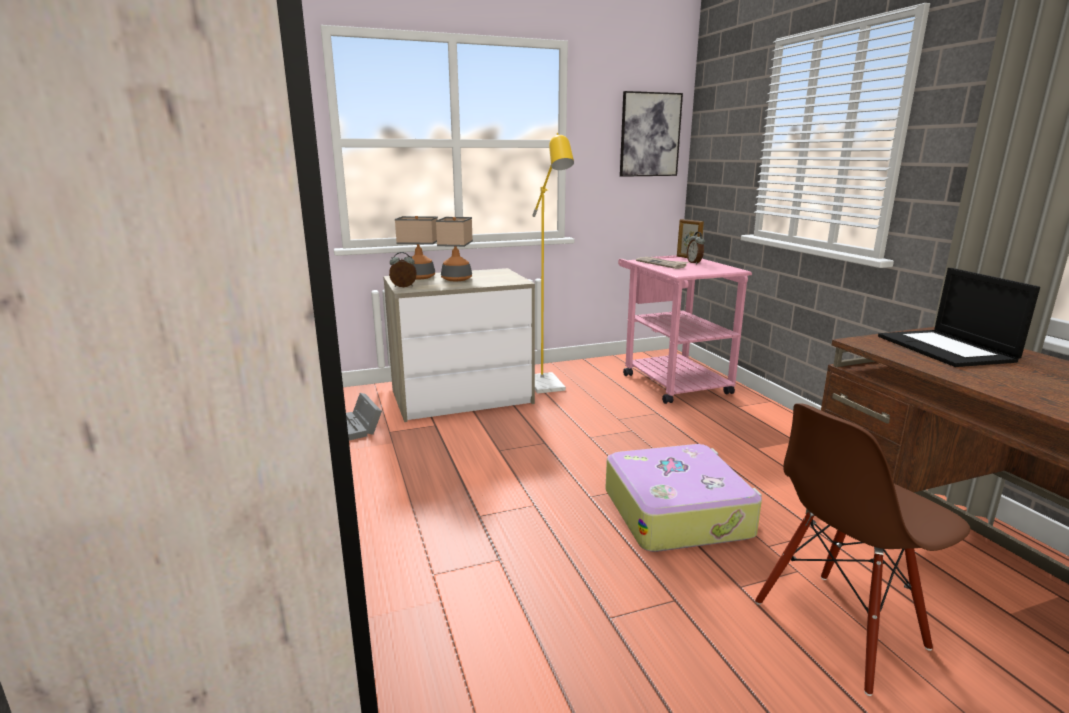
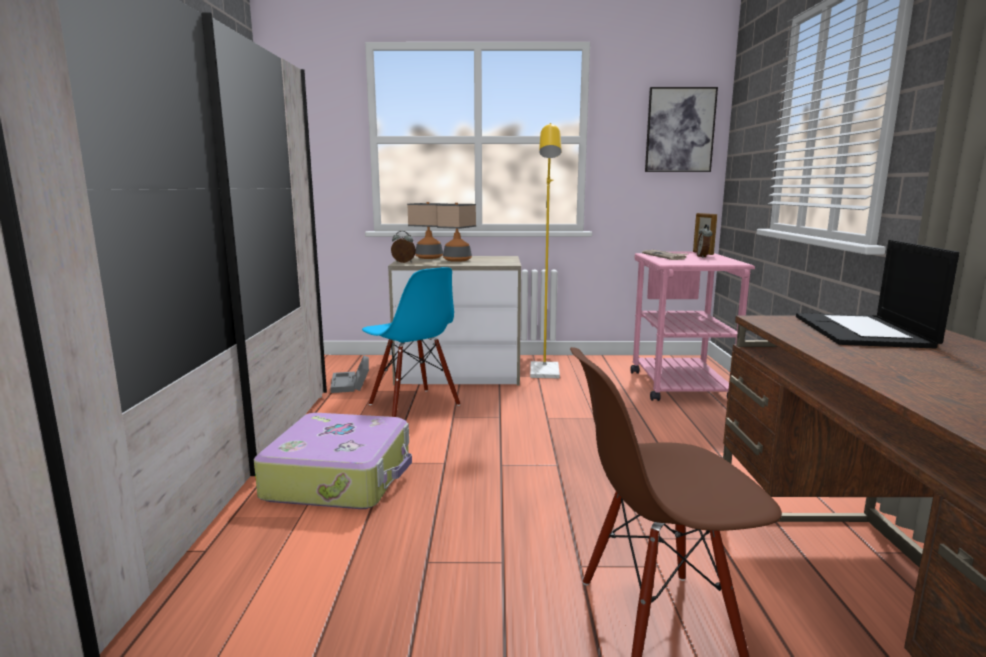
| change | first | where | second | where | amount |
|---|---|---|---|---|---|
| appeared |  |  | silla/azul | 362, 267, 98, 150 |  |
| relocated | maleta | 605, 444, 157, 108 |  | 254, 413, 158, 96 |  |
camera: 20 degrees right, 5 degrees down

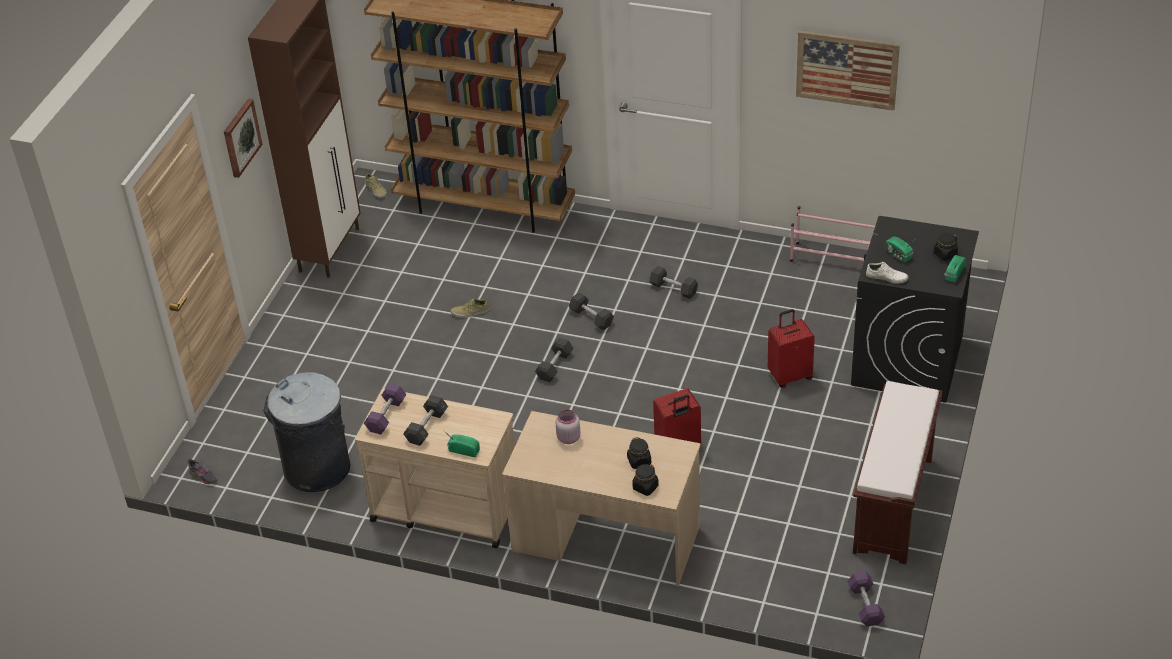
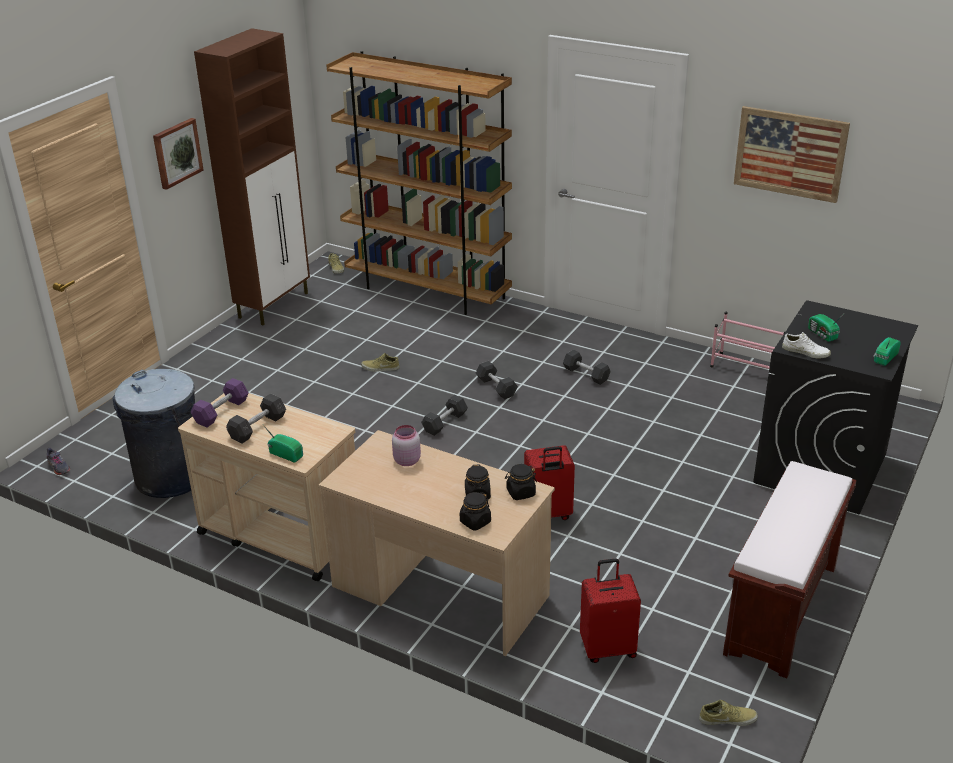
| change | first | where | second | where | amount |
|---|---|---|---|---|---|
| relocated | maleta/rojo | 768, 309, 47, 79 |  | 580, 558, 61, 105 |  |
| relocated | tarro/negro | 933, 232, 25, 29 |  | 505, 464, 32, 36 |  |
| exchanged | mancuerna/morado | 847, 571, 38, 56 | zapato/beis | 699, 700, 59, 26 |  |
camera: 10 degrees right, 10 degrees down

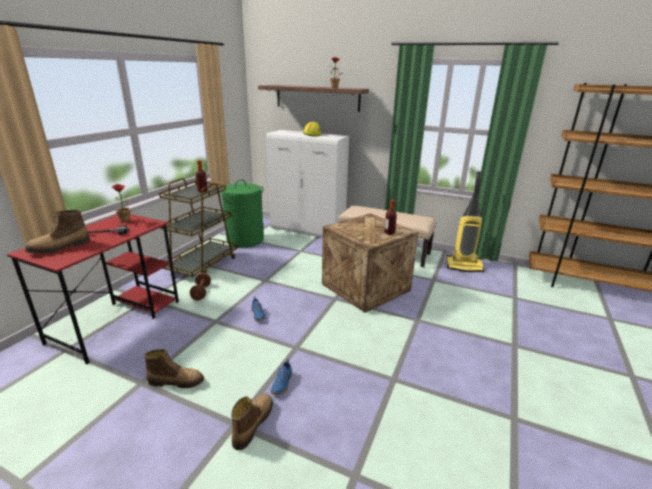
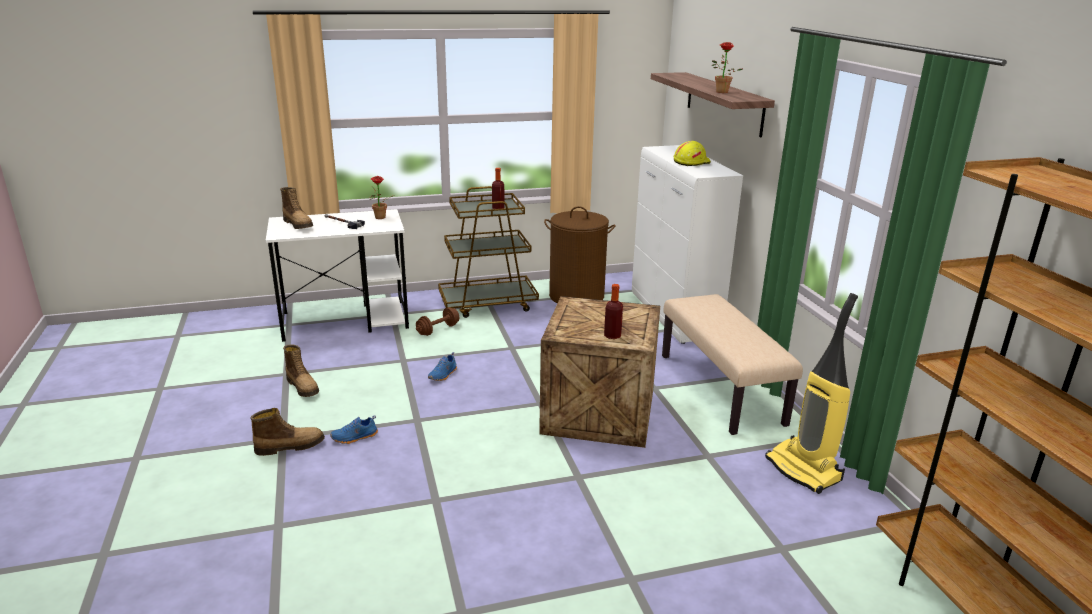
| change | first | where | second | where | amount |
|---|---|---|---|---|---|
| colour | escritorio/rojo | 7, 214, 172, 150 | escritorio/blanco | 266, 209, 143, 133 |  |
| colour | cesto de la ropa/verde | 219, 179, 45, 69 | cesto de la ropa/marrón | 544, 206, 72, 97 |  |
| spun | bota | 25, 210, 65, 44 |  | 280, 187, 33, 42 | 135 degrees counterclockwise |
camera: 50 degrees right, 0 degrees up

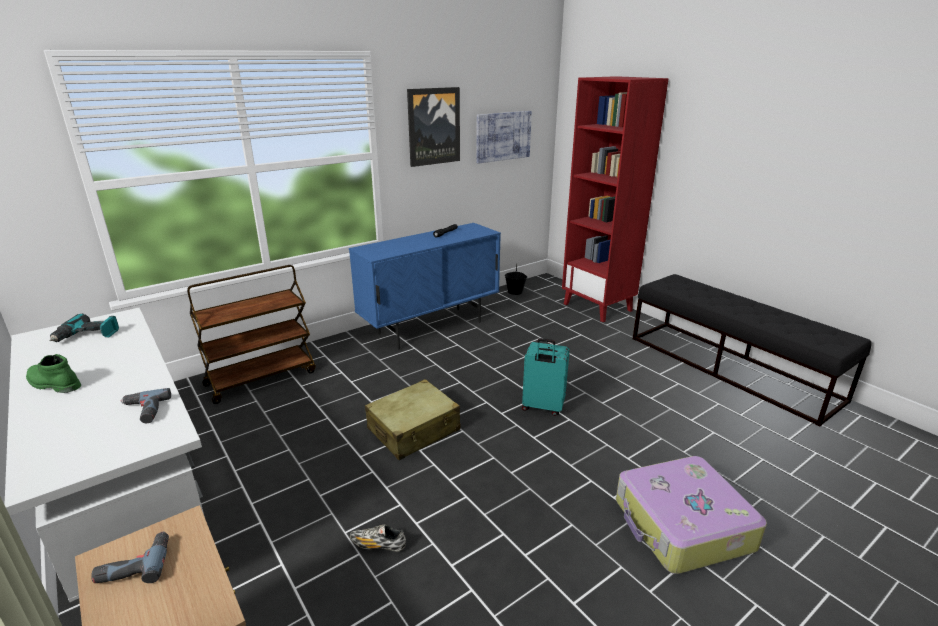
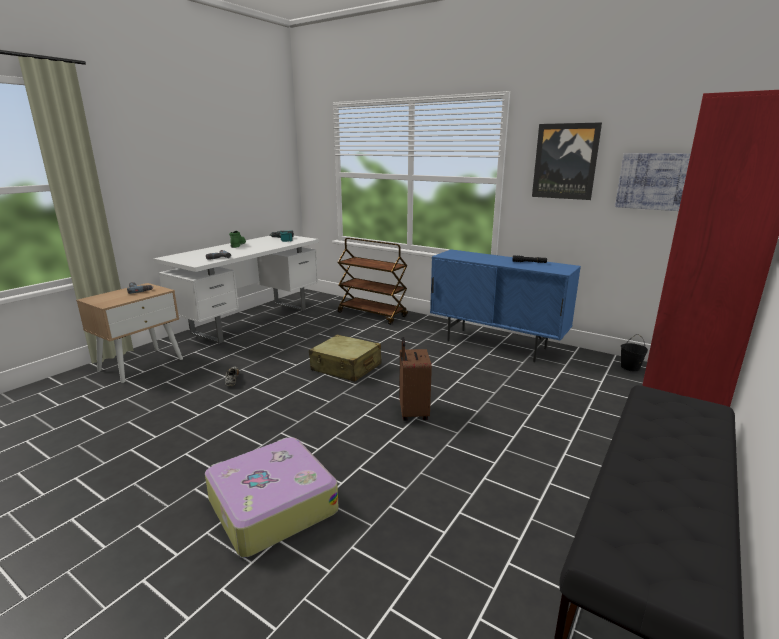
| change | first | where | second | where | amount |
|---|---|---|---|---|---|
| colour | maleta/turquesa | 522, 338, 48, 78 | maleta/marrón | 399, 337, 33, 84 |  |
camera: 70 degrees right, 5 degrees down

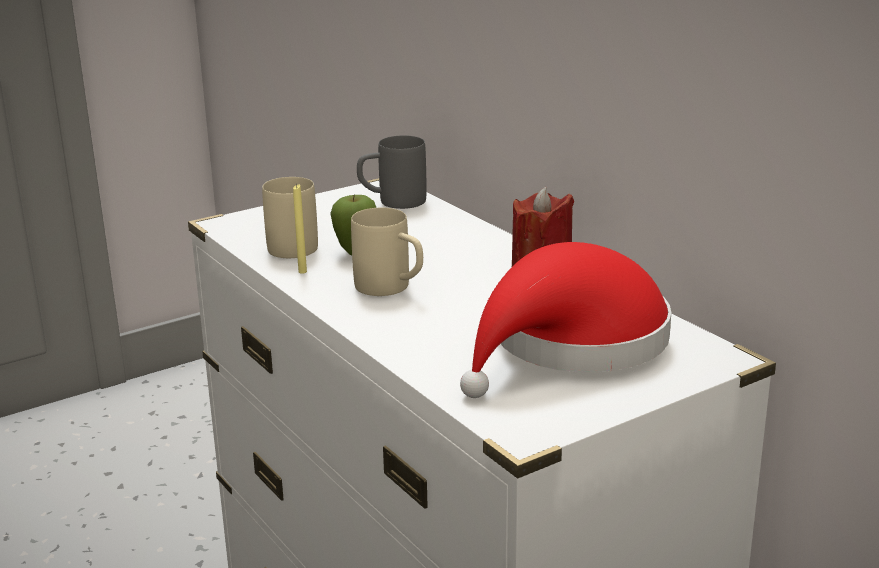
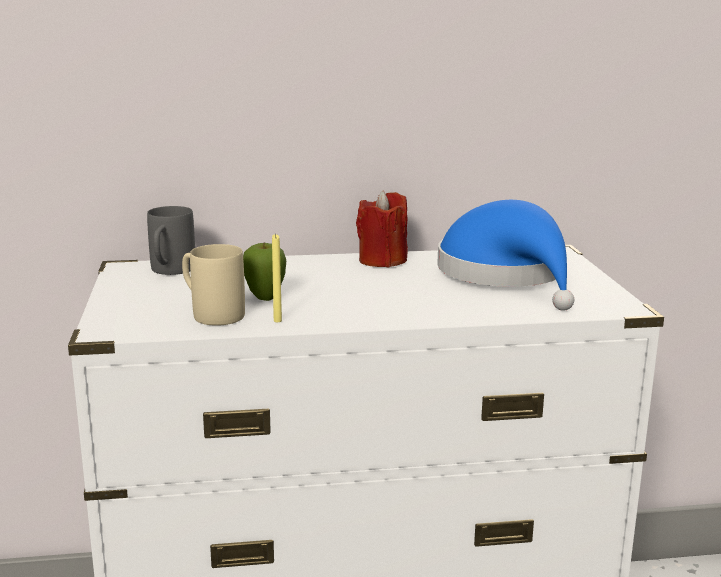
| change | first | where | second | where | amount |
|---|---|---|---|---|---|
| missing | taza grande/beis | 351, 208, 72, 88 |  |  |  |
| colour | sombrero/rojo | 460, 242, 211, 156 | sombrero/azul | 437, 200, 137, 111 |  |
camera: 65 degrees left, 5 degrees down

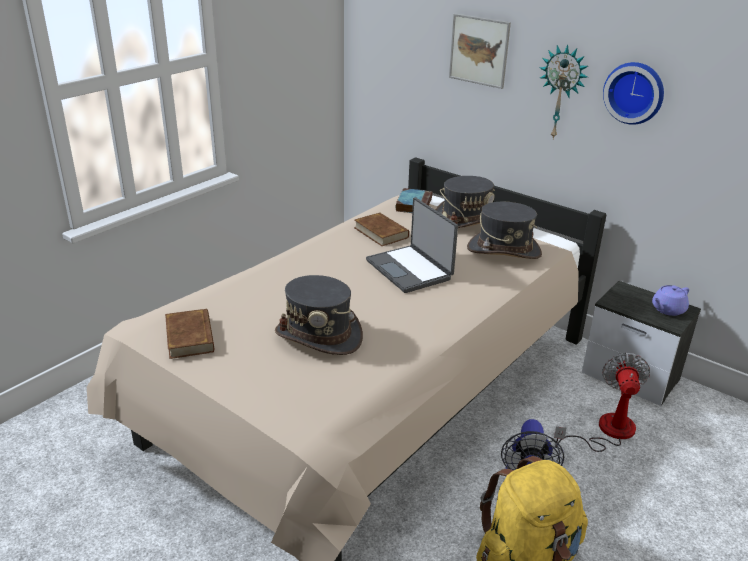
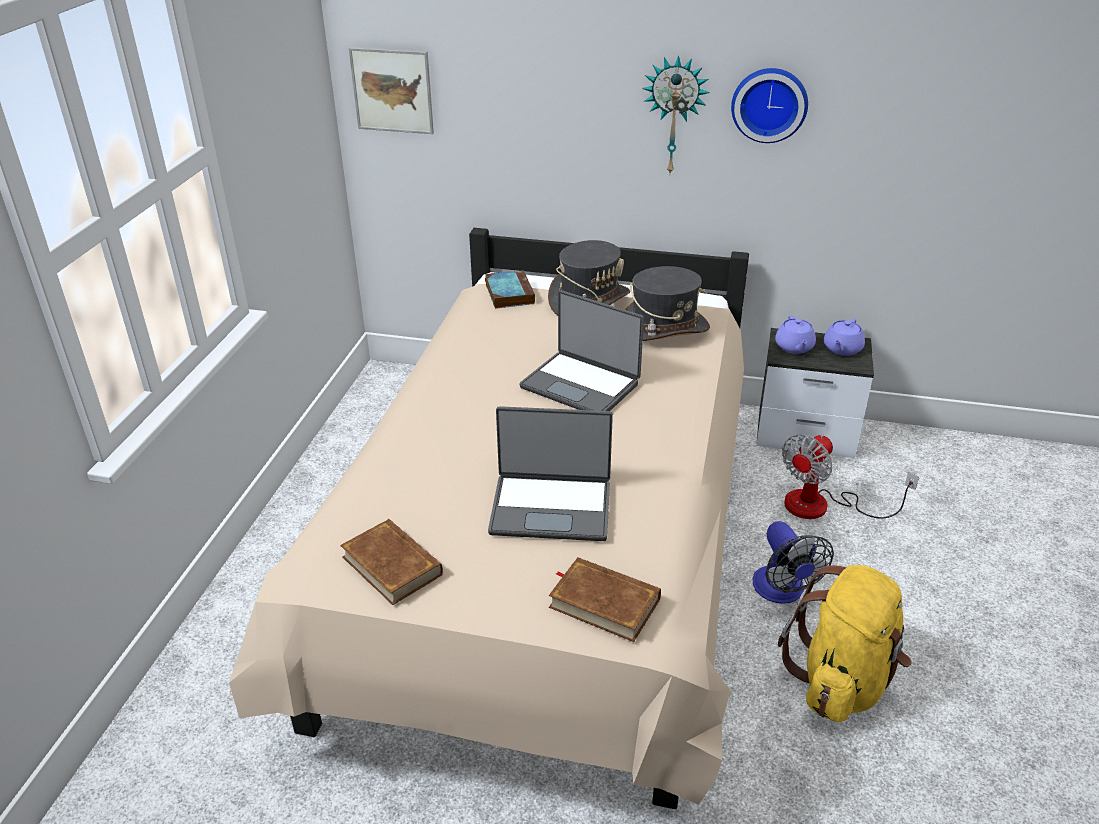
| change | first | where | second | where | amount |
|---|---|---|---|---|---|
| appeared |  |  | tetera/morado | 775, 315, 41, 39 |  |
| relocated | libro/marrón | 354, 212, 55, 34 |  | 549, 557, 112, 85 |  |
| relocated | cuadro | 449, 14, 62, 75 |  | 349, 47, 85, 87 |  |
| exchanged | sombrero/gris | 275, 275, 88, 80 | portátil | 488, 406, 125, 135 |  |
| spun | ventilador | 554, 353, 96, 99 |  | 782, 434, 137, 85 | 120 degrees counterclockwise |
camera: 25 degrees left, 5 degrees up

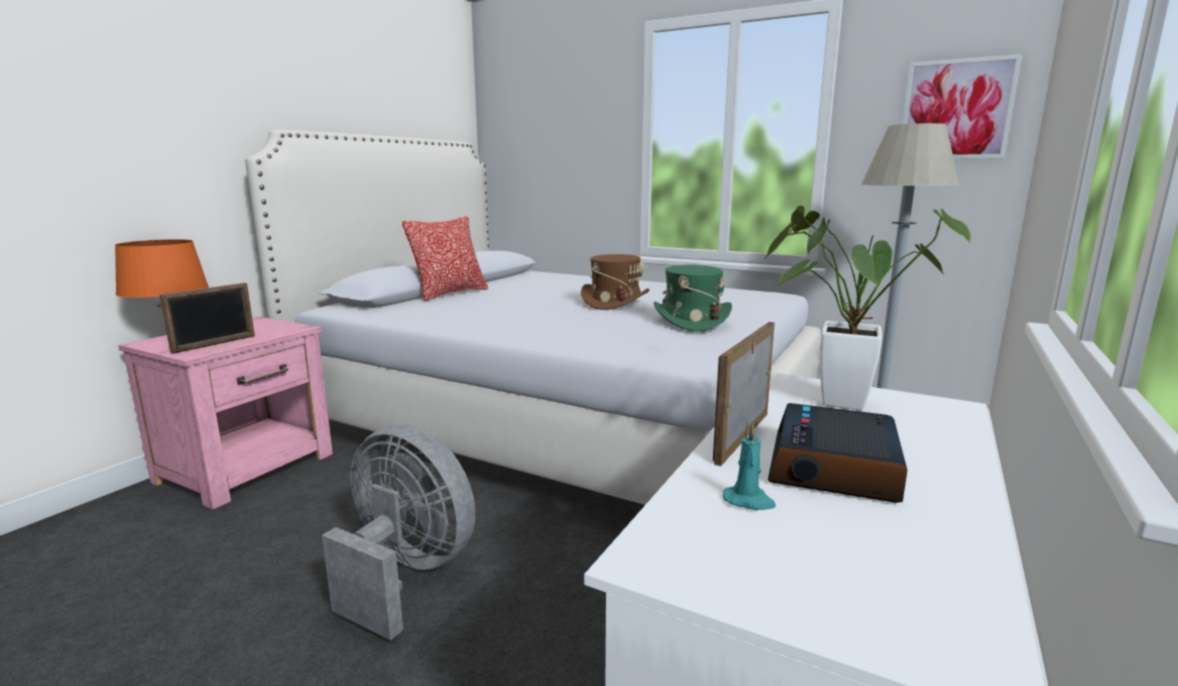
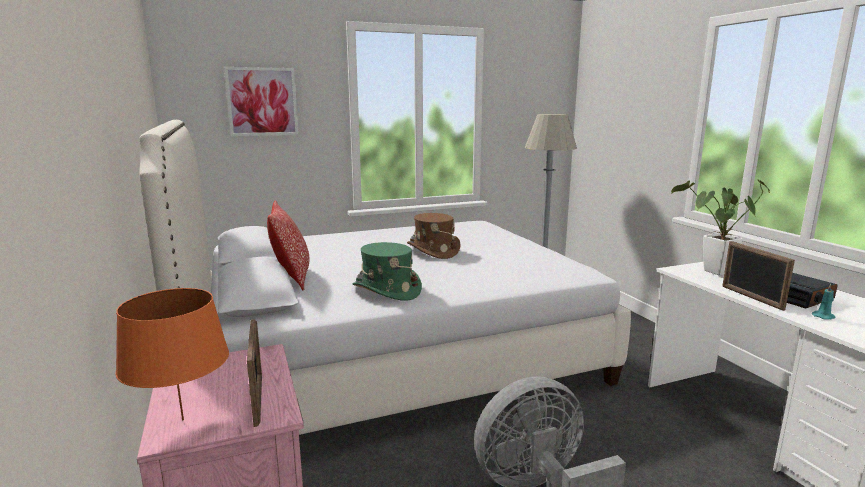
| change | first | where | second | where | amount |
|---|---|---|---|---|---|
| relocated | sombrero/verde | 654, 265, 78, 66 |  | 352, 242, 70, 59 |  |
| relocated | cuadro | 902, 54, 120, 105 |  | 224, 67, 75, 69 |  |
camera: 50 degrees left, 0 degrees up

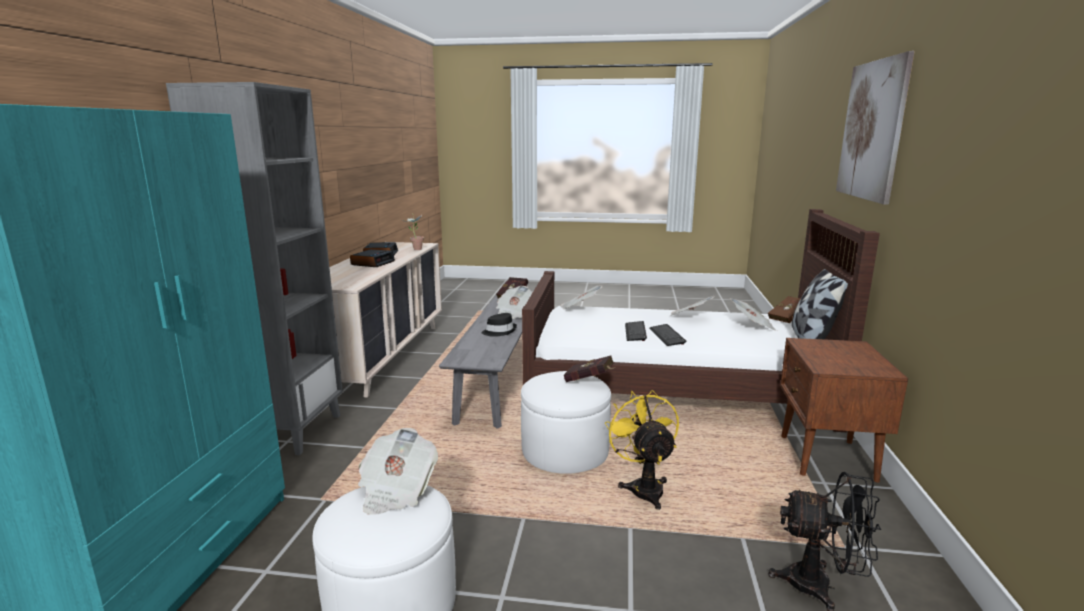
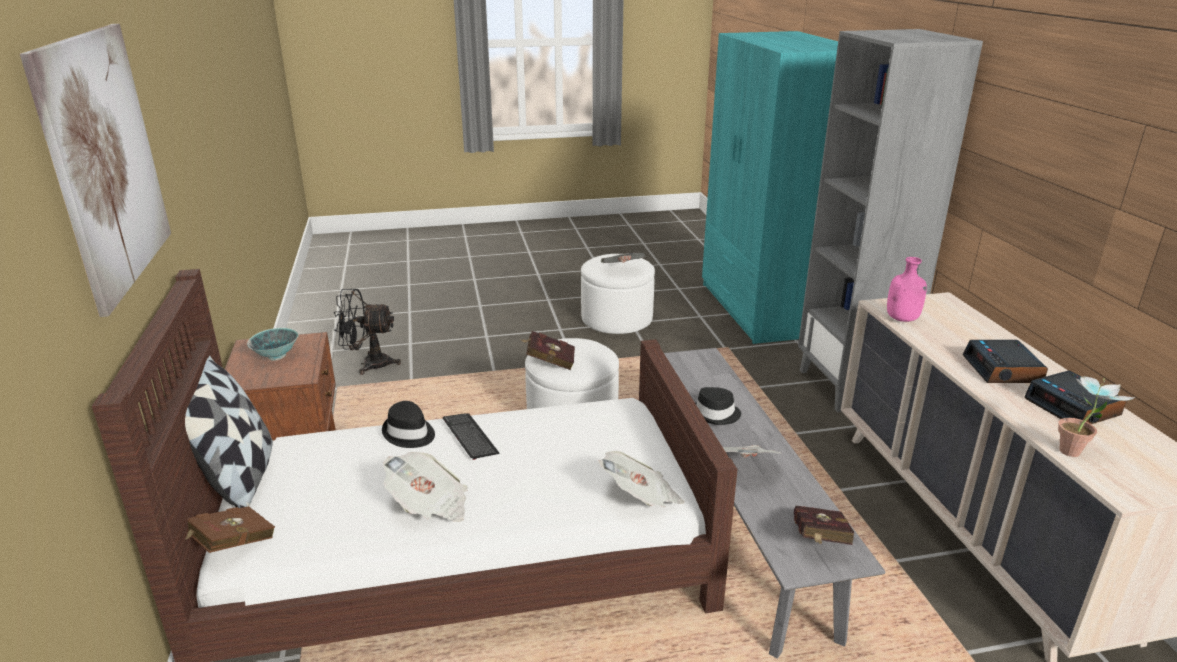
| change | first | where | second | where | amount |
|---|---|---|---|---|---|
| missing | ventilador/amarillo | 605, 390, 74, 120 |  |  |  |
| missing | teclado | 625, 321, 22, 20 |  |  |  |
| missing | periódico | 730, 298, 47, 33 |  |  |  |
| appeared |  |  | cuenco | 247, 328, 52, 33 |  |
| appeared |  |  | sombrero/negro | 382, 401, 53, 47 |  |
| appeared |  |  | botella/rosa | 887, 257, 40, 65 |  |
camera: 160 degrees right, 10 degrees up

